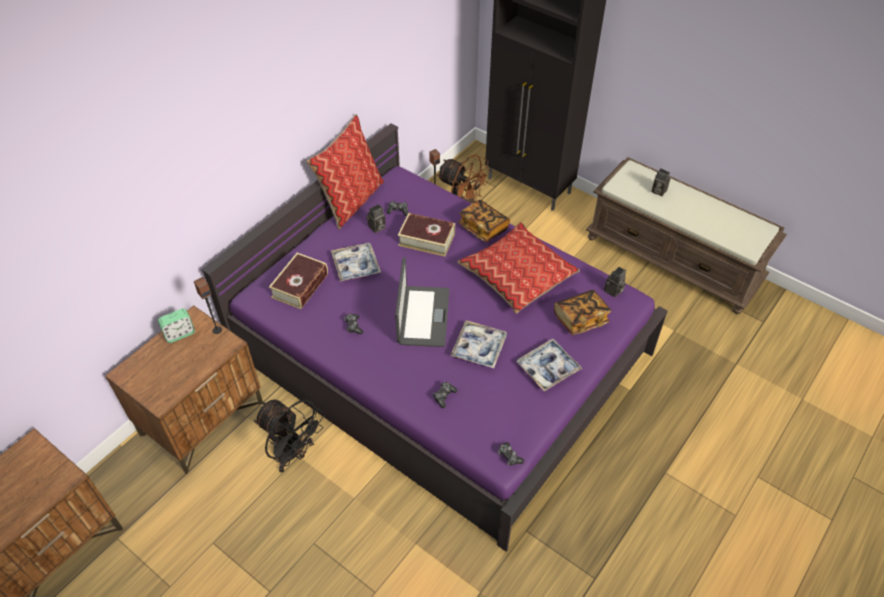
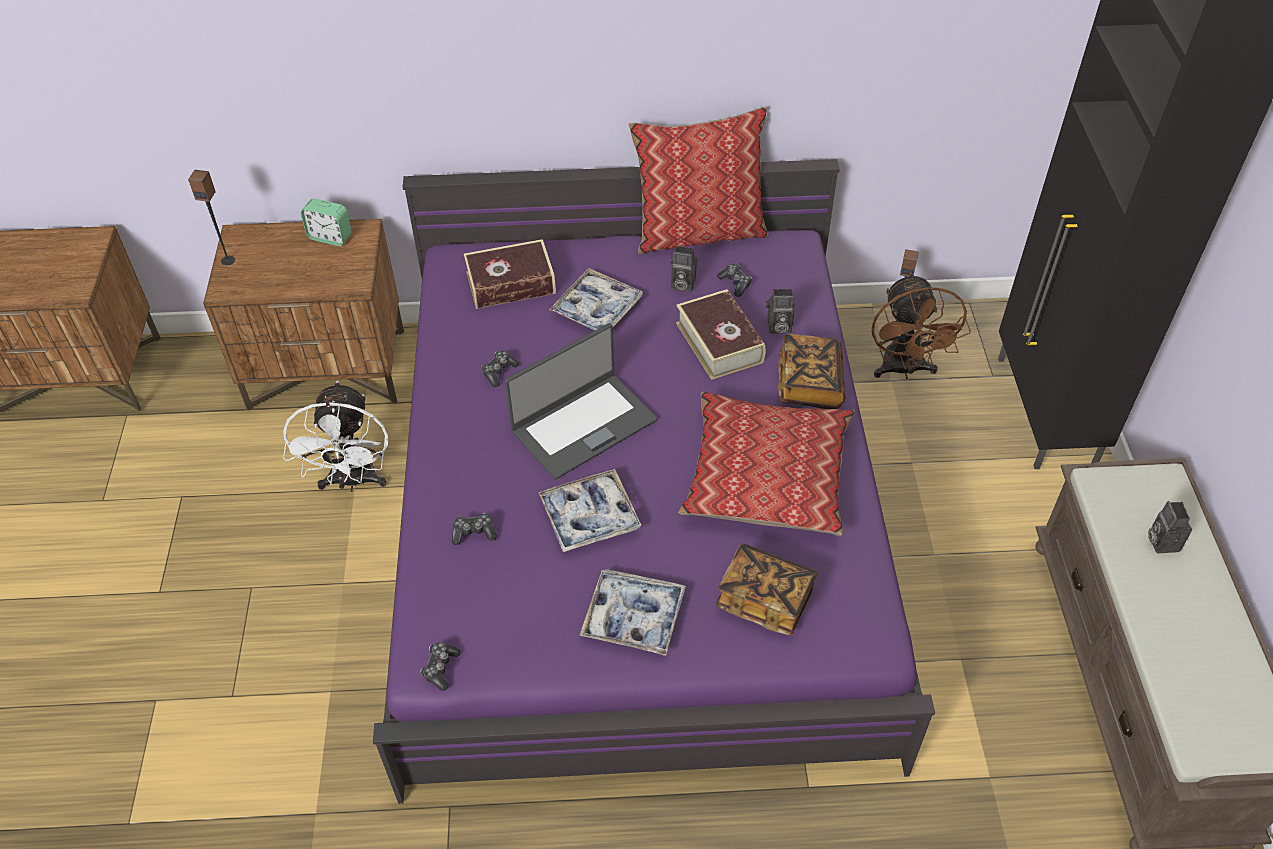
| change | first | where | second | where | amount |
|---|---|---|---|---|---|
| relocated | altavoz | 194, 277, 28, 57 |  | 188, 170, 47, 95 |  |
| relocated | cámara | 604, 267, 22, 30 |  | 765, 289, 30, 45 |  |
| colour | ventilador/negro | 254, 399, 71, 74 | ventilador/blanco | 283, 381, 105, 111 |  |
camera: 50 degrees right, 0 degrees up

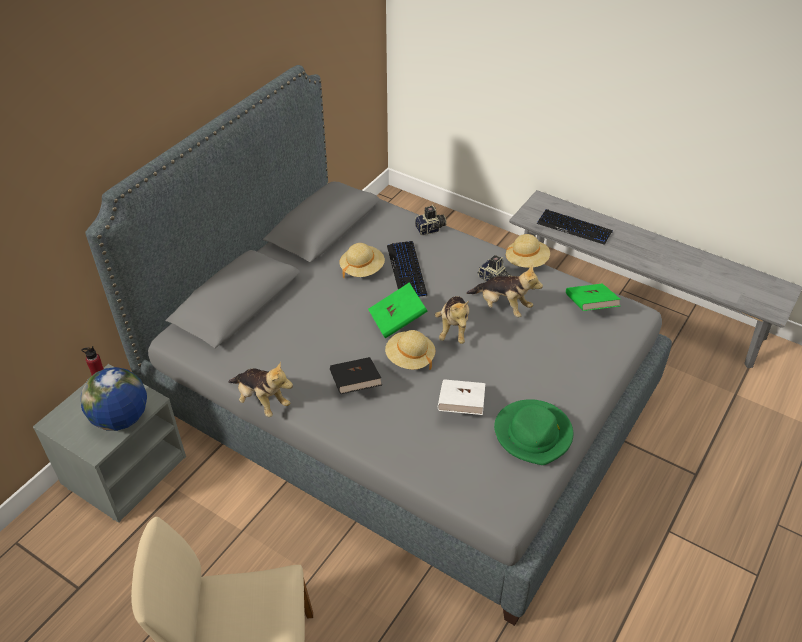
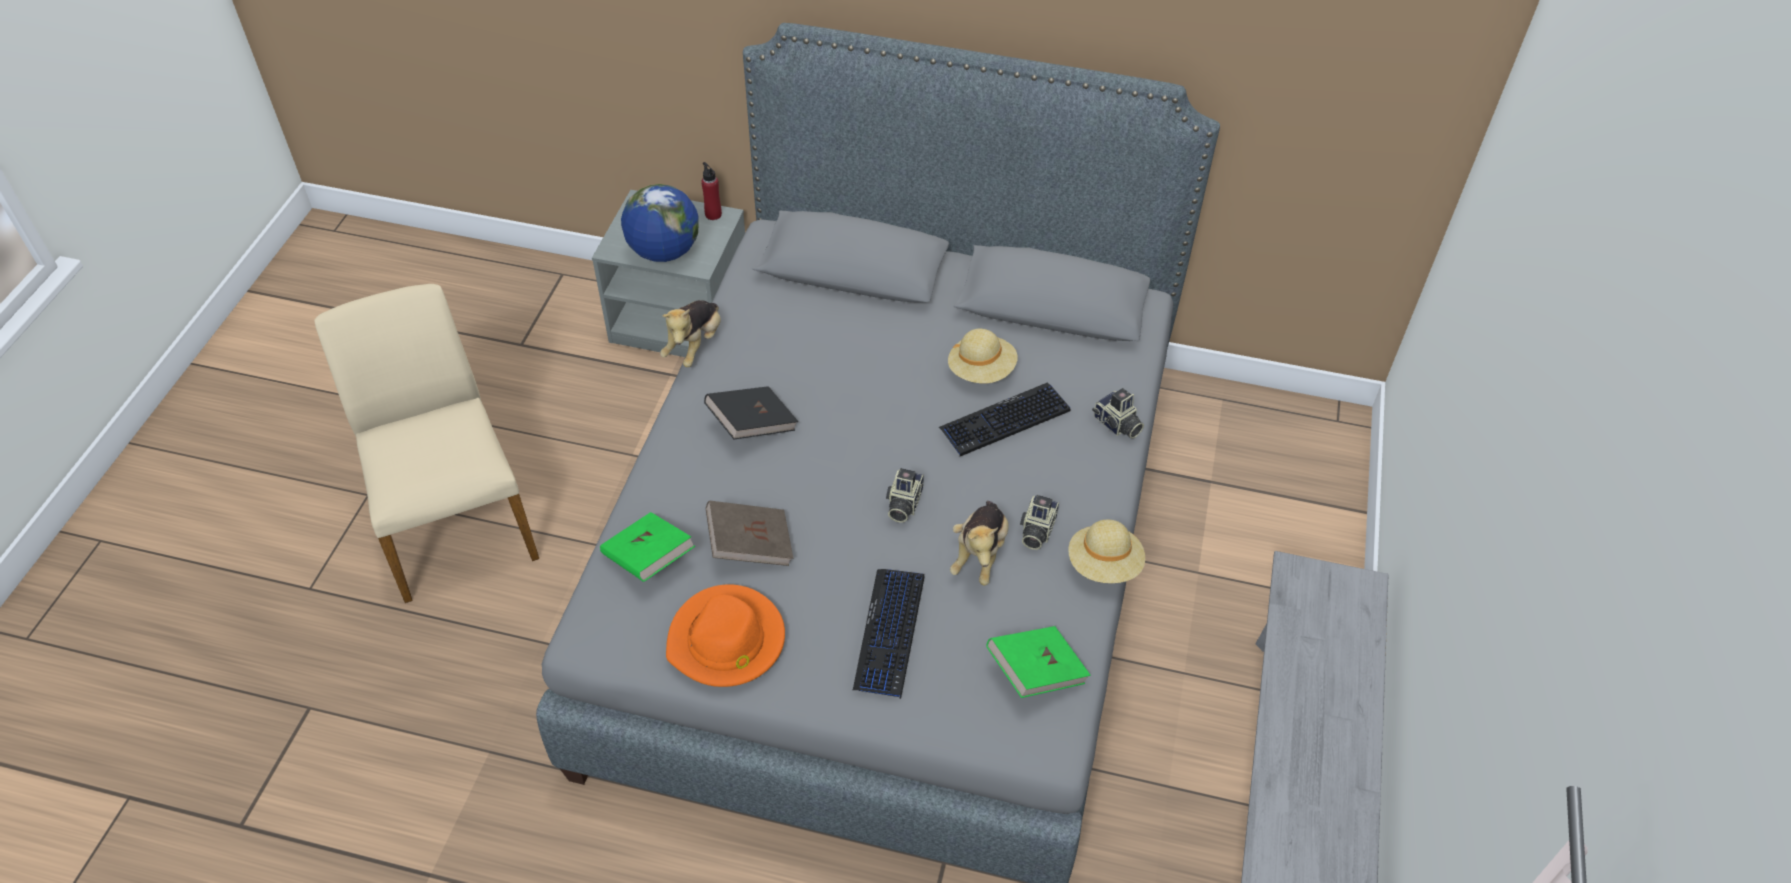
| change | first | where | second | where | amount |
|---|---|---|---|---|---|
| missing | sombrero/beis | 385, 330, 50, 40 |  |  |  |
| relocated | libro/verde | 368, 283, 60, 55 |  | 600, 512, 95, 70 |  |
| relocated | teclado | 537, 209, 76, 36 |  | 853, 569, 72, 130 |  |
| exchanged | peluche | 435, 296, 34, 48 | cámara | 886, 468, 38, 55 |  |
| colour | libro/blanco | 438, 379, 47, 36 | libro/marrón | 706, 501, 87, 65 |  |
| colour | sombrero/verde | 494, 399, 79, 66 | sombrero/naranja | 666, 584, 119, 103 |  |
camera: 70 degrees right, 5 degrees up

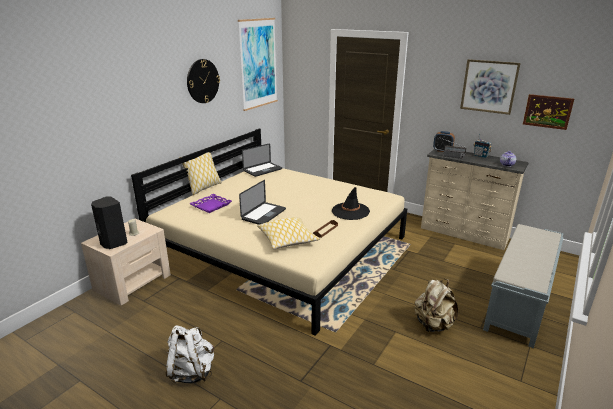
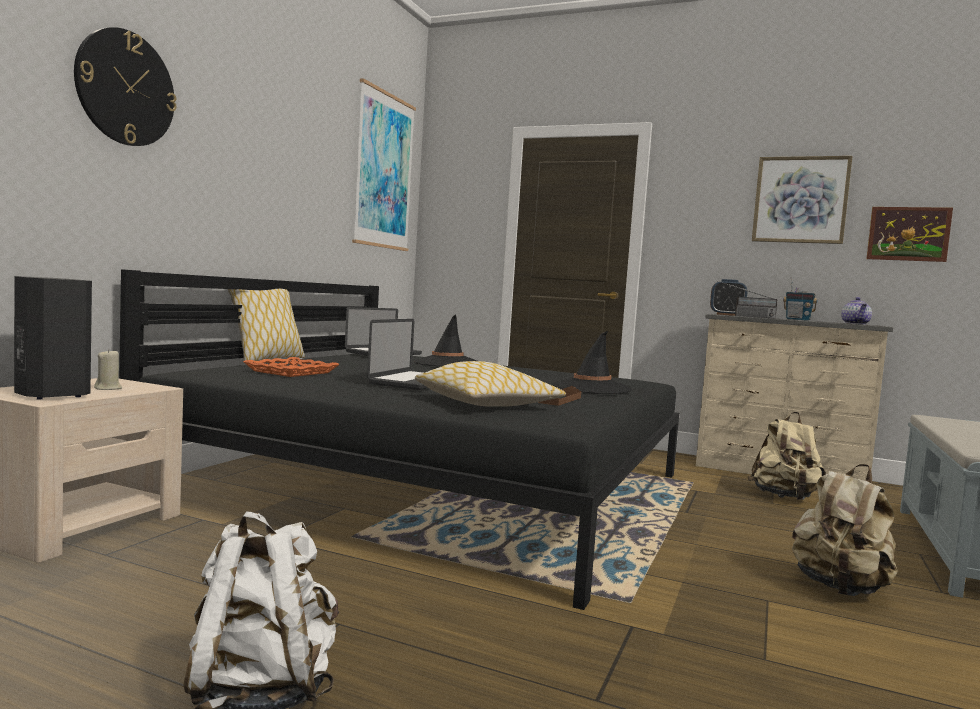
| change | first | where | second | where | amount |
|---|---|---|---|---|---|
| appeared |  |  | sombrero/negro | 414, 314, 63, 52 |  |
| appeared |  |  | mochila/beis | 748, 412, 78, 88 |  |
| relocated | reloj de pared | 187, 59, 33, 44 |  | 74, 27, 102, 119 |  |
| colour | cama/beis | 131, 129, 276, 207 | cama/negro | 119, 269, 560, 341 |  |
| colour | bandeja/morado | 190, 194, 42, 19 | bandeja/naranja | 243, 357, 97, 20 |  |
camera: 10 degrees left, 20 degrees down

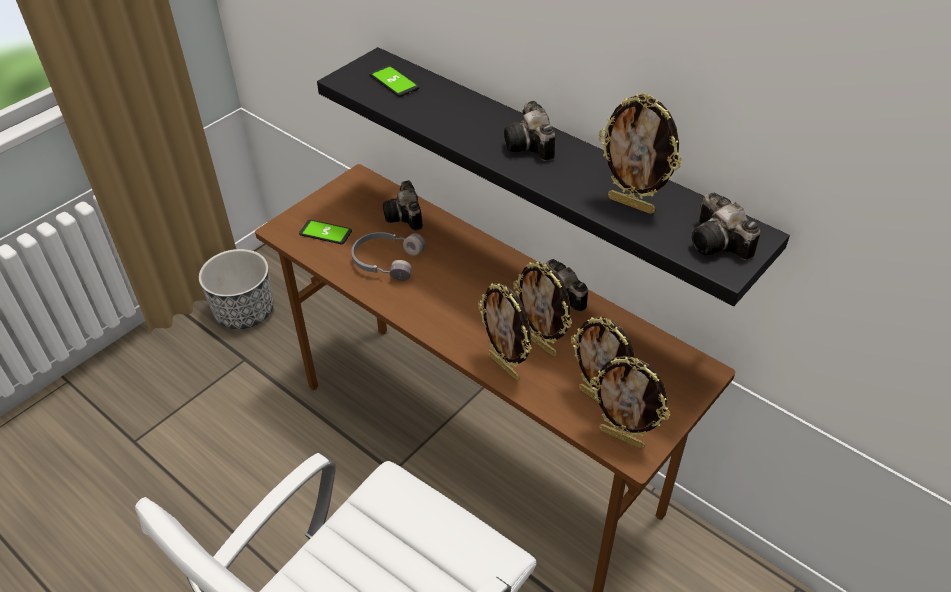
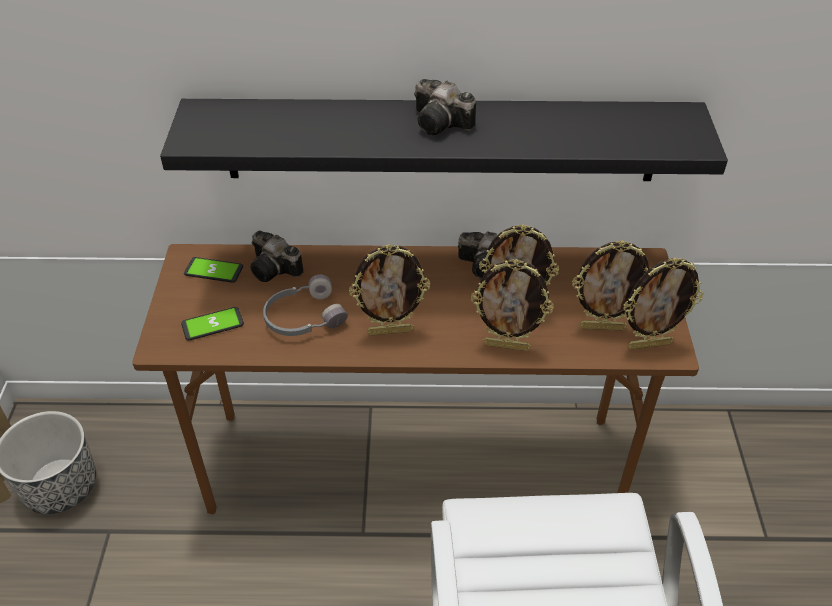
| change | first | where | second | where | amount |
|---|---|---|---|---|---|
| missing | cámara | 692, 192, 68, 68 |  |  |  |
| relocated | móvil | 370, 65, 50, 32 |  | 184, 257, 59, 26 |  |
| relocated | portarretratos | 599, 93, 83, 121 |  | 349, 244, 81, 91 |  |
camera: 40 degrees left, 0 degrees up

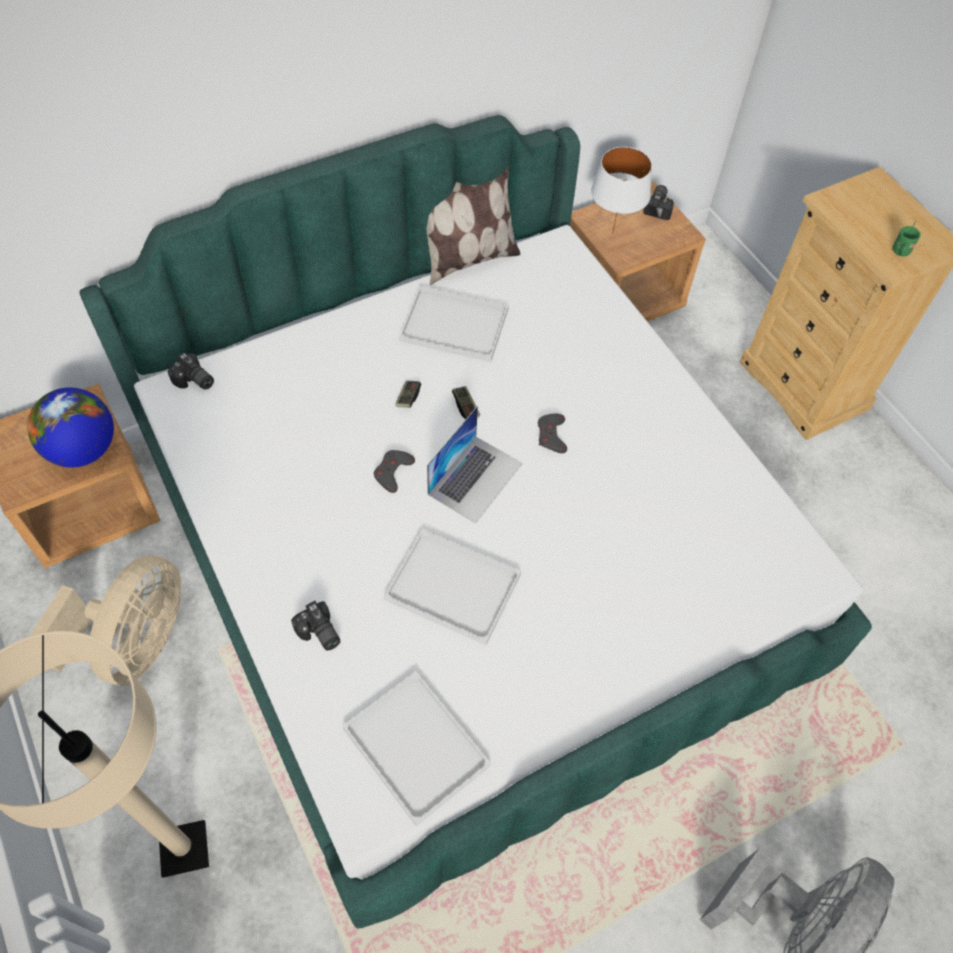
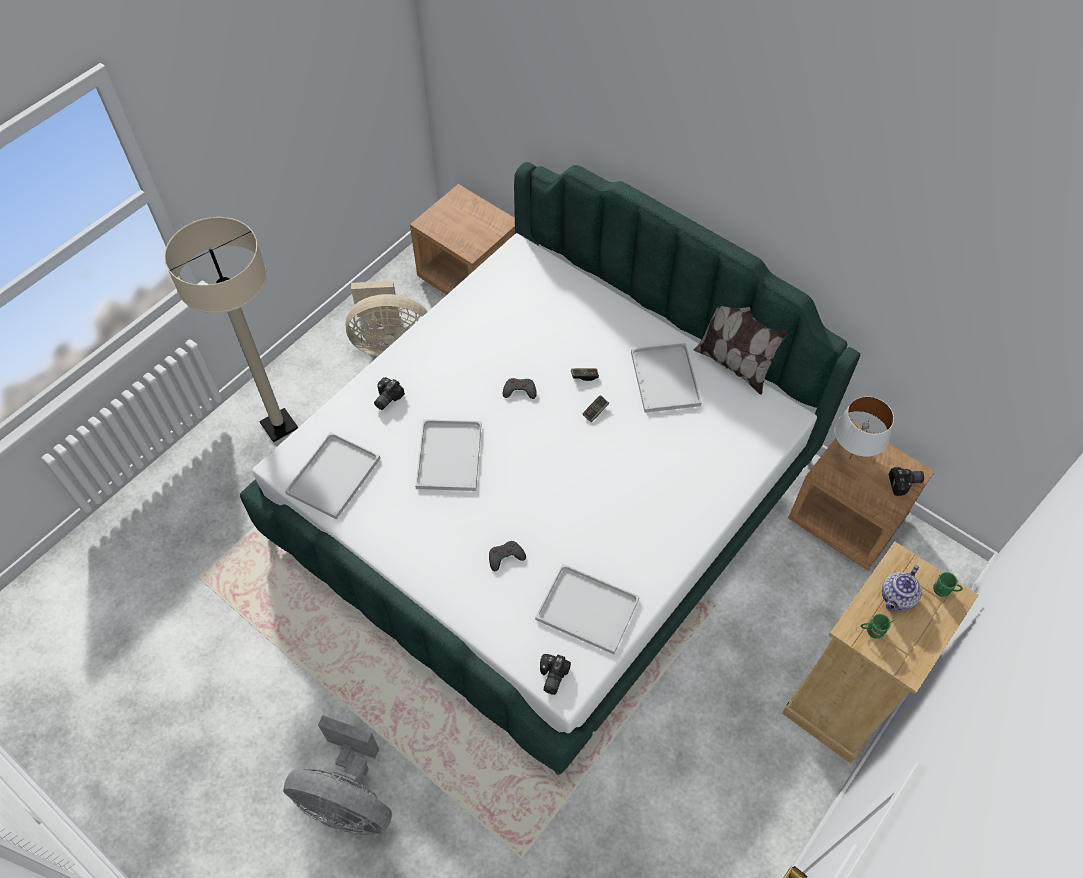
| change | first | where | second | where | amount |
|---|---|---|---|---|---|
| missing | globo terráqueo | 27, 387, 87, 81 |  |  |  |
| missing | portátil | 427, 406, 96, 118 |  |  |  |
| appeared |  |  | bandeja/blanco | 535, 564, 105, 90 |  |
| appeared |  |  | tetera | 882, 565, 40, 46 |  |
| appeared |  |  | taza grande/verde | 933, 572, 30, 25 |  |
| relocated | cámara | 167, 352, 47, 38 |  | 540, 654, 31, 41 |  |
| relocated | mando de consola/gris | 538, 413, 29, 40 |  | 489, 541, 37, 30 |  |
camera: 70 degrees right, 0 degrees up

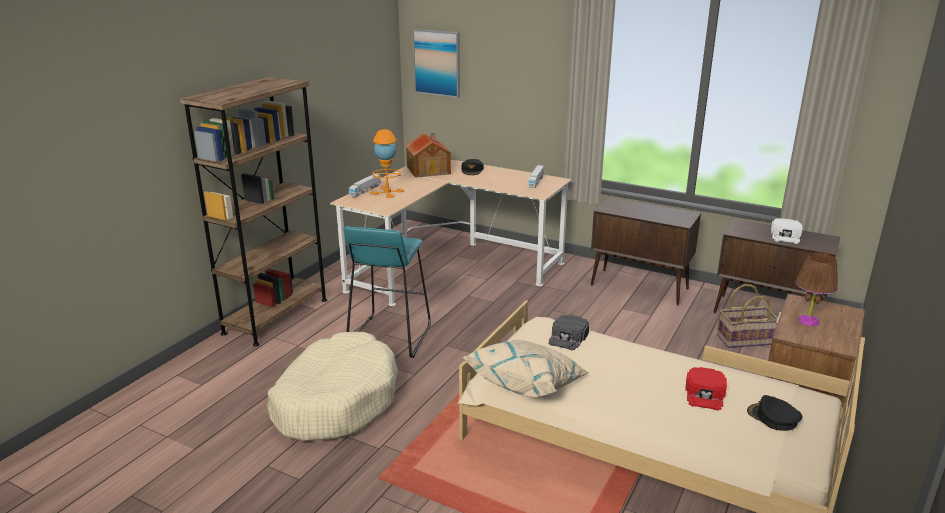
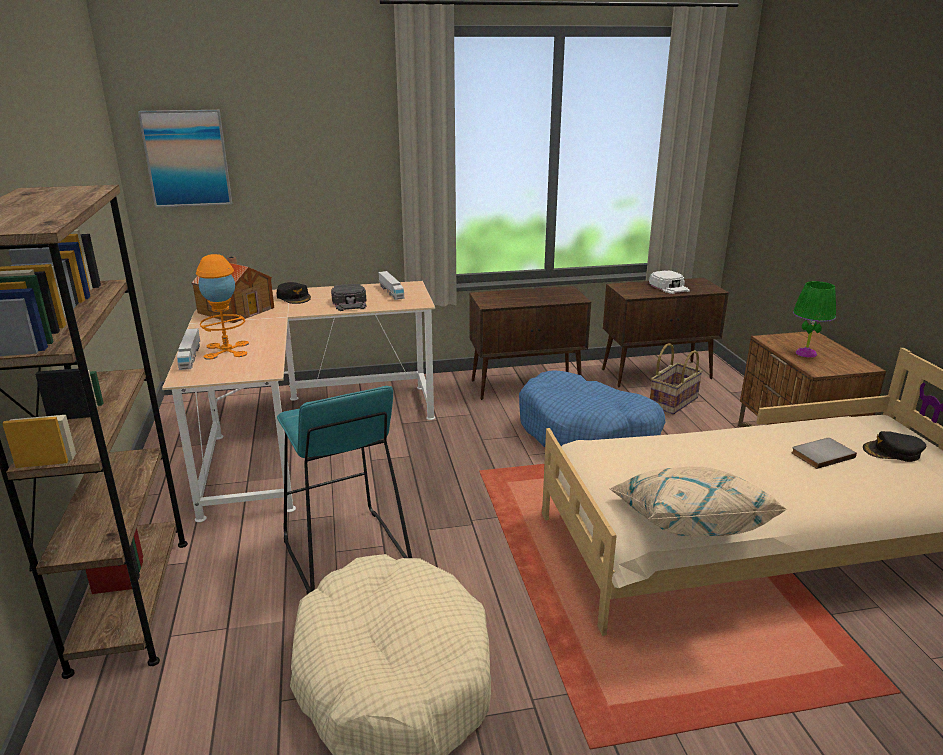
| change | first | where | second | where | amount |
|---|---|---|---|---|---|
| appeared |  |  | cama para perro/azul | 519, 370, 147, 77 |  |
| relocated | gorra/negro | 549, 314, 40, 36 |  | 331, 284, 36, 27 |  |
| exchanged | gorra/rojo | 685, 367, 42, 44 | libro/gris | 791, 438, 66, 31 |  |
| colour | lámpara de mesa/marrón | 796, 253, 42, 73 | lámpara de mesa/verde | 793, 281, 43, 77 |  |
camera: 40 degrees left, 0 degrees up

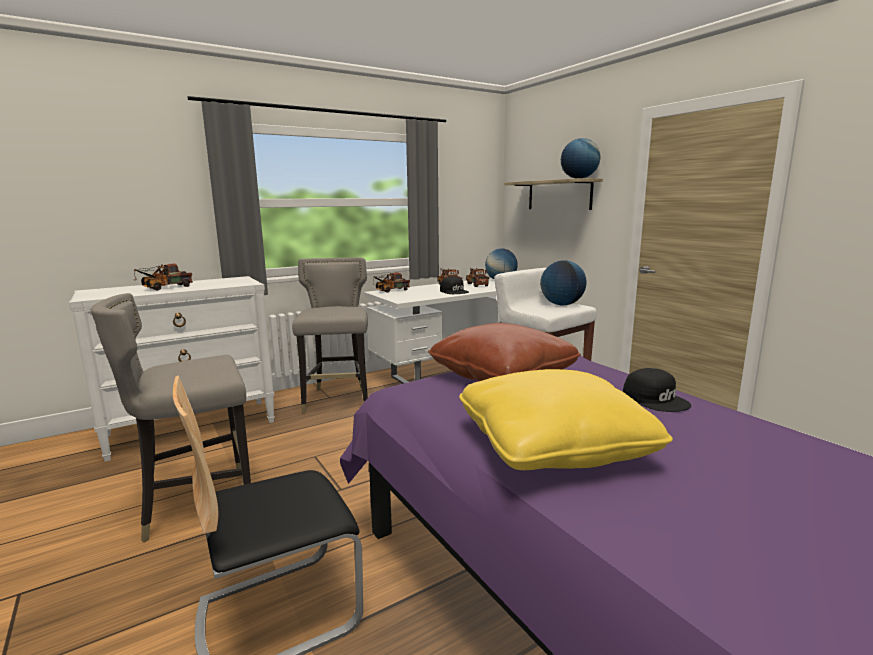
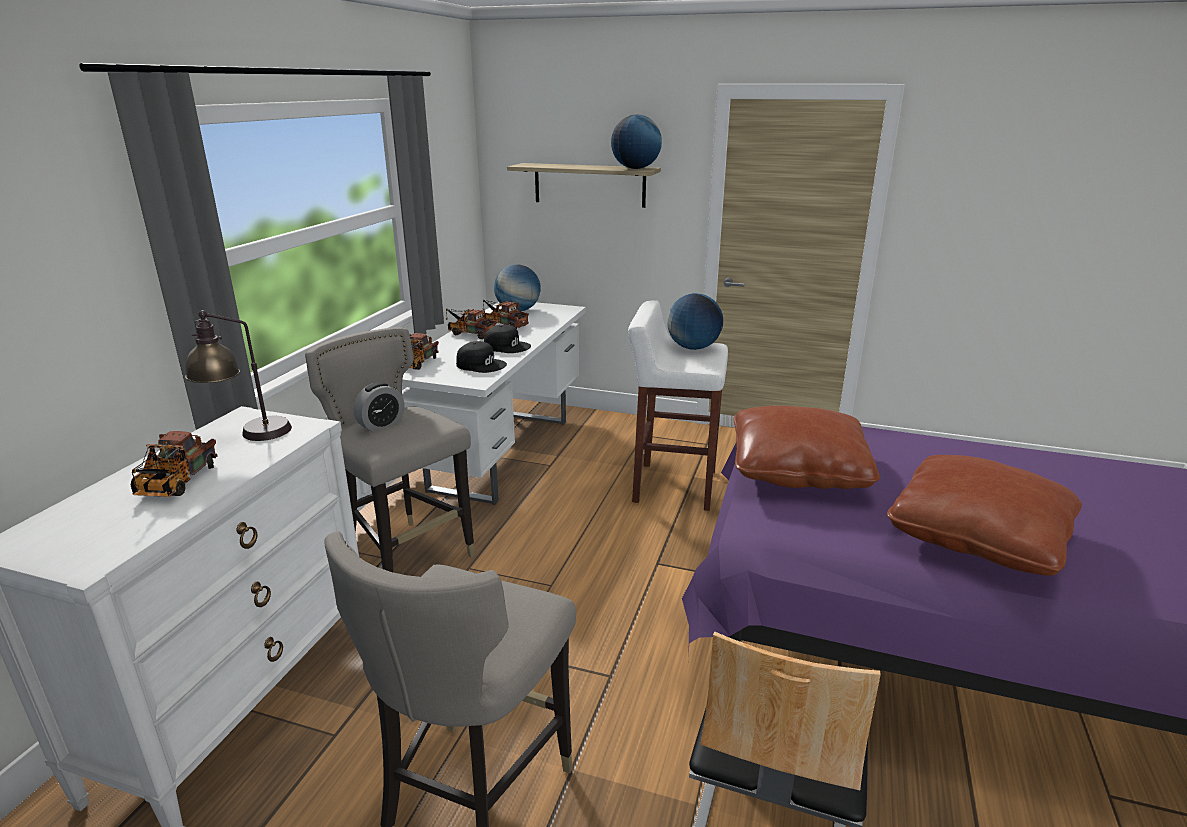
| change | first | where | second | where | amount |
|---|---|---|---|---|---|
| appeared |  |  | lámpara de mesa | 185, 310, 107, 131 |  |
| appeared |  |  | despertador | 353, 382, 51, 50 |  |
| relocated | gorra/negro | 623, 368, 68, 44 |  | 456, 341, 51, 32 |  |
| colour | cojín/amarillo | 459, 369, 214, 101 | cojín/marrón | 887, 455, 195, 121 |  |
camera: 40 degrees left, 10 degrees up

